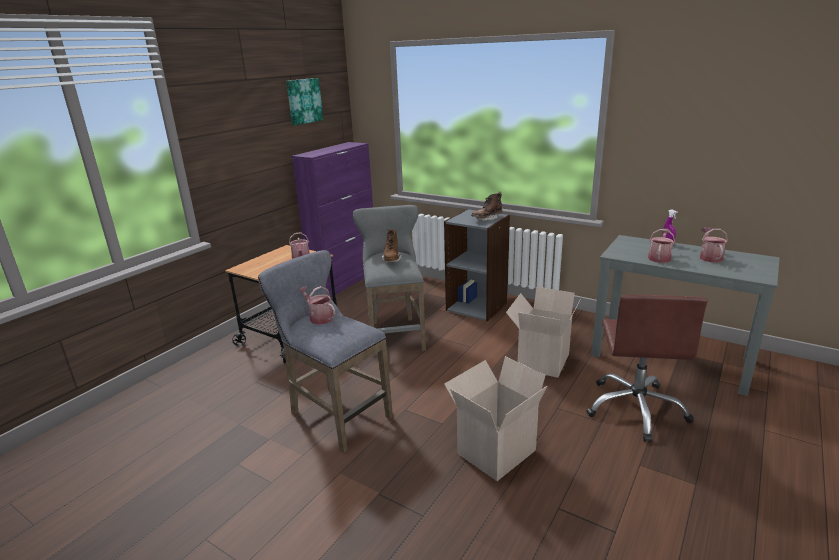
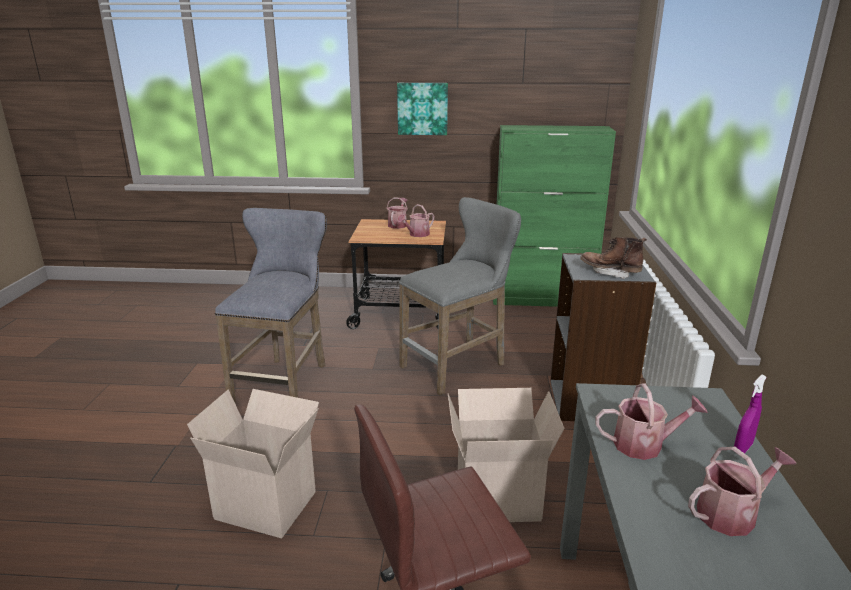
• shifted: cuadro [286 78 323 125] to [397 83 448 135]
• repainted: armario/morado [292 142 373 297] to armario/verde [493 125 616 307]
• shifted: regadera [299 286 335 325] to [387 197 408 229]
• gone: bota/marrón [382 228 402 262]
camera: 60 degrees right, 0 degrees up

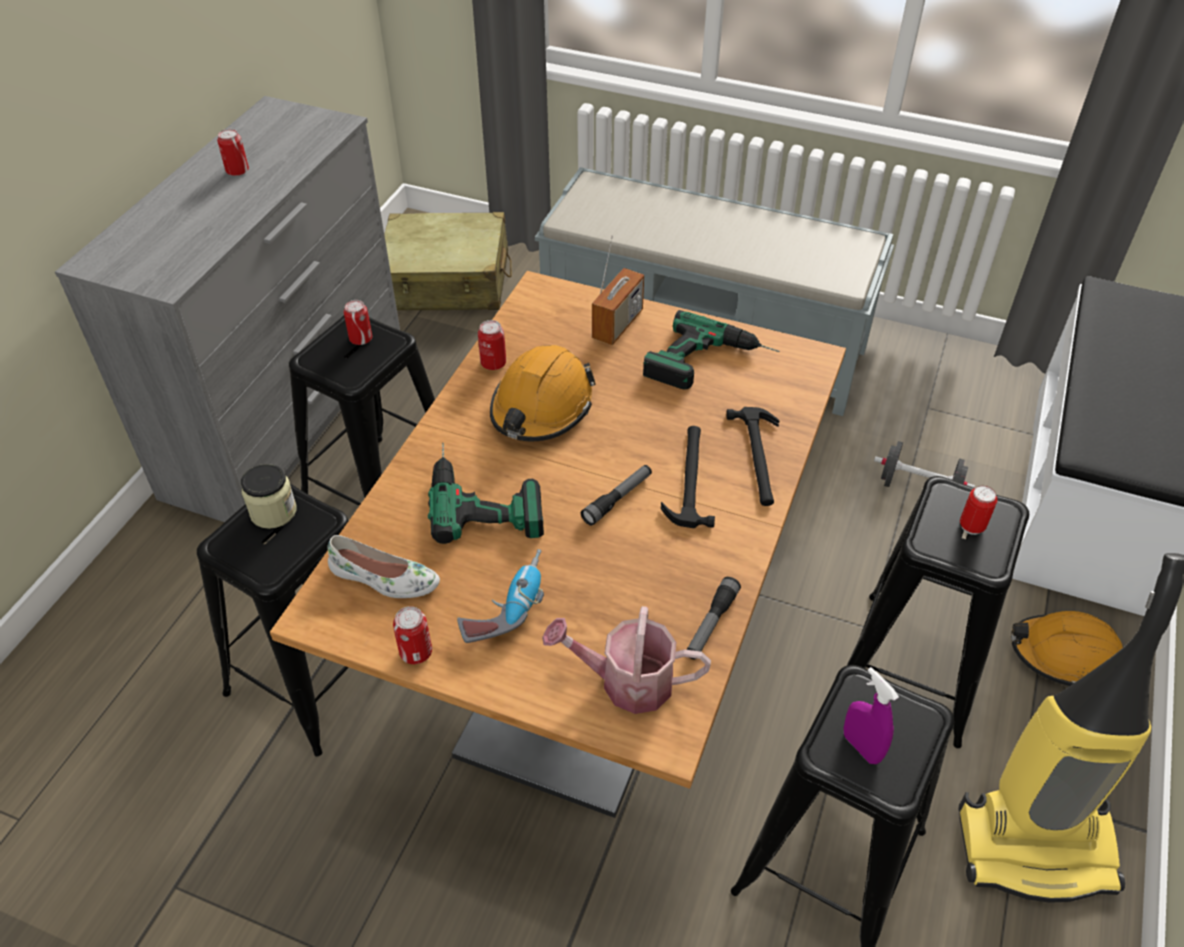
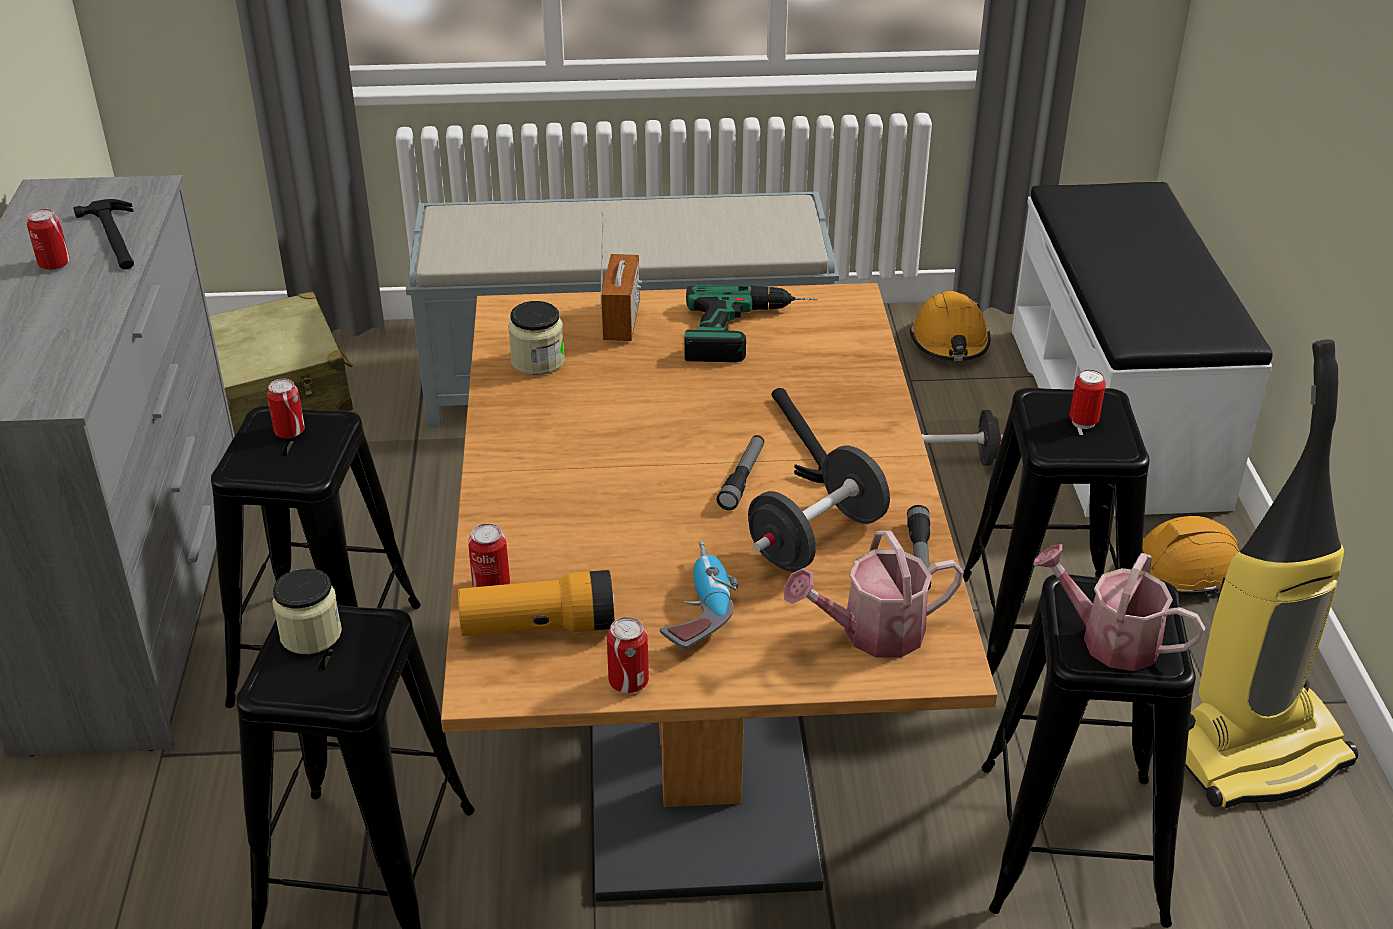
• swapped: zapato/blanco [328 535 440 598] to linterna [458 570 615 636]
• gone: taladro [428 443 544 544]
• shifted: lata [478 320 506 370] to [468 523 510 587]
• shifted: casco/naranja [490 345 596 441] to [910 291 990 361]
• shifted: martillo [726 407 779 506] to [73 199 134 269]
• swapped: pulverizador/morado [844 667 899 764] to regadera [1033 544 1205 671]
• new: tarro [508 301 565 375]
• new: mancuerna/negro [748 446 890 572]
camera: 25 degrees left, 10 degrees down

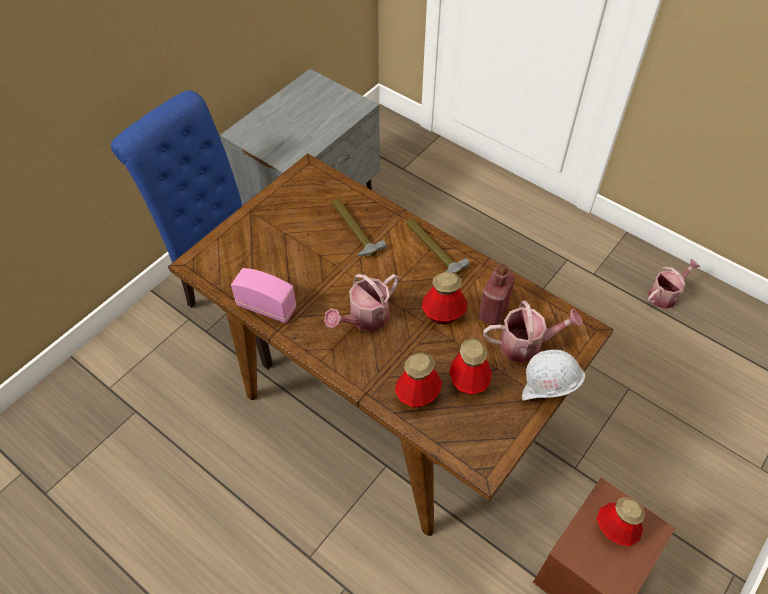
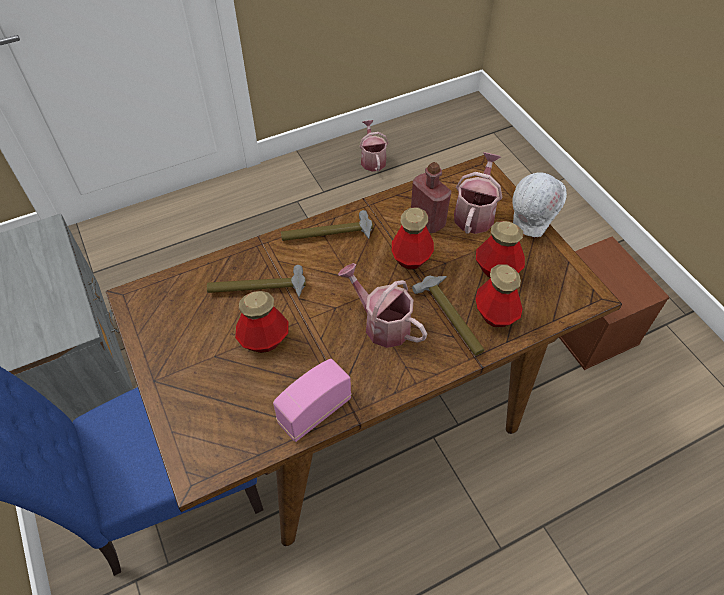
• rotated: regadera [324 274 399 332] = [338 263 427 348] 150 degrees clockwise
• shifted: botella [597 497 645 546] to [235 291 289 353]
• new: martillo [412 276 484 356]
camera: 65 degrees left, 0 degrees up

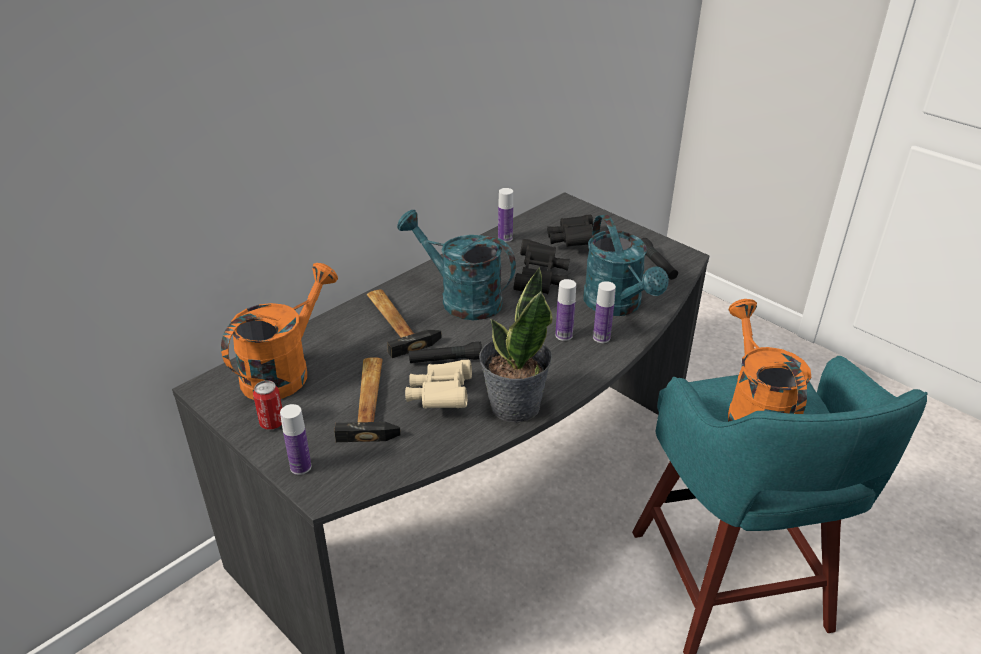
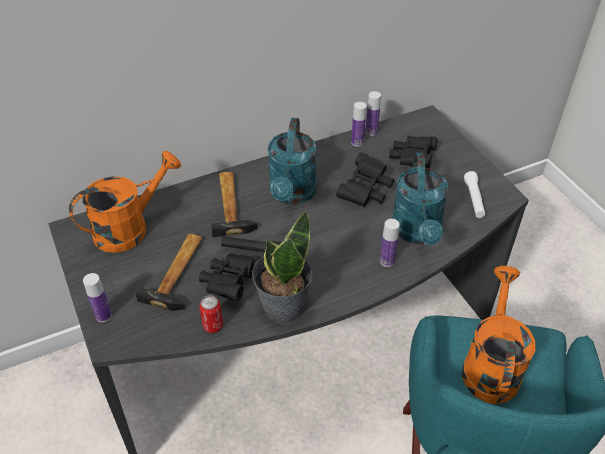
• shifted: lata [253 380 282 429] to [199 295 223 333]
• rotated: regadera/turquesa [397 210 516 320] = [267 118 317 205] 135 degrees counterclockwise
• repainted: prismáticos/beis [405 360 472 409] to prismáticos/negro [199 254 261 301]
• shifted: botella [555 279 576 341] to [365 91 381 136]
• repainted: linterna/negro [641 238 678 280] to linterna/blanco [464 171 486 218]
camera: 20 degrees right, 10 degrees up

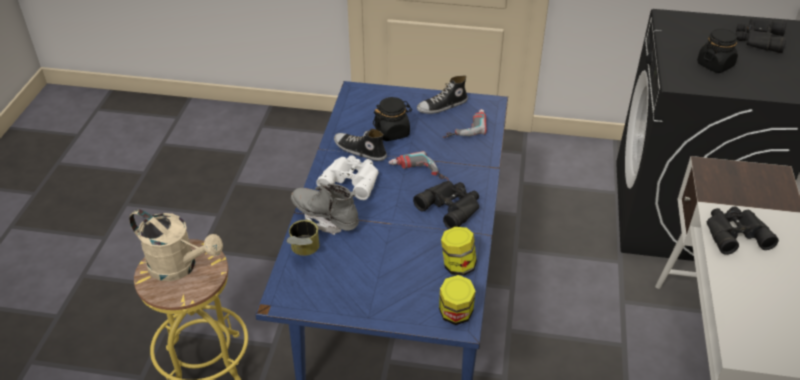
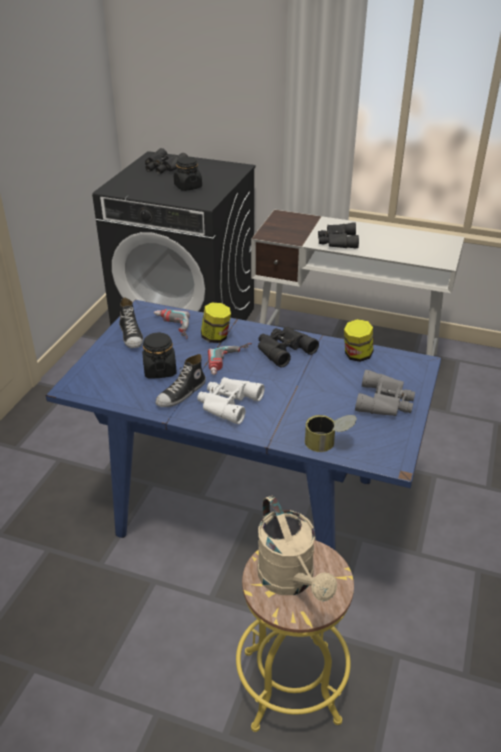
• rotated: regadera/beis [129 209 223 281] = [257 495 337 601] 120 degrees clockwise
• gone: bota/gris [291 183 359 235]
• shifted: tarro [439 275 475 325] to [201 303 231 343]
• new: prismáticos/gris [355 370 415 416]
camera: 80 degrees left, 5 degrees down

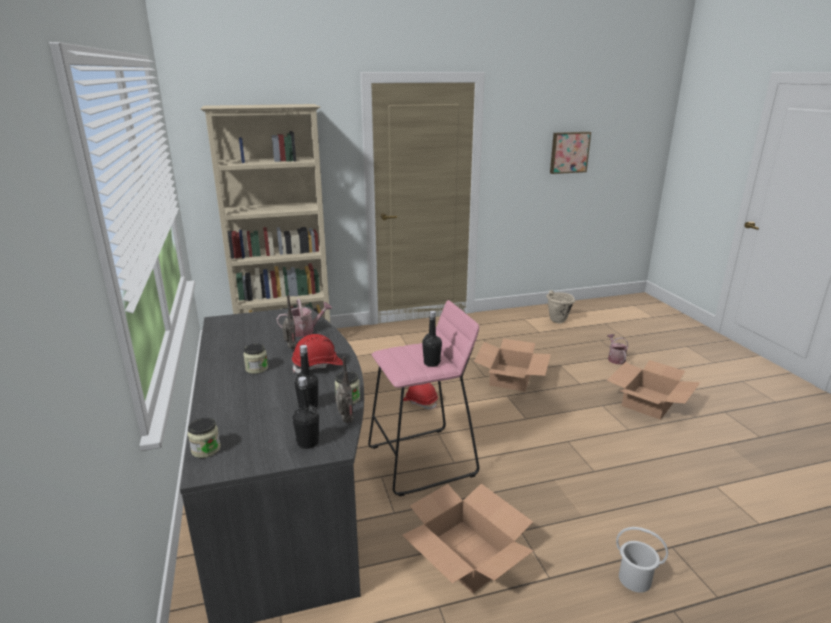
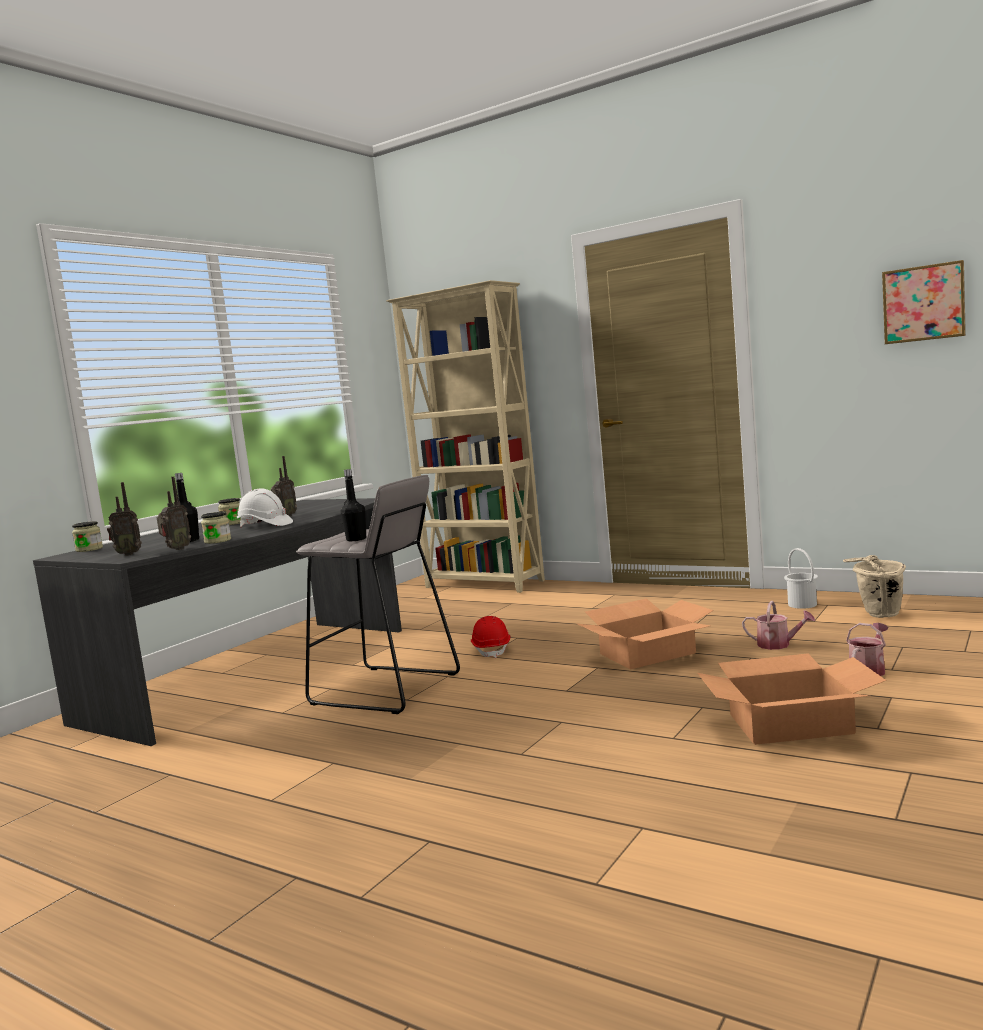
• shifted: regadera [277 298 332 337] to [742 601 815 650]
• repainted: casco/rojo [292 334 343 373] to casco/blanco [237 488 293 527]
• swapped: botella/negro [293 377 319 449] to radio [107 482 142 556]
• repainted: taburete/rosa [368 300 479 496] to taburete/gris [296 475 460 714]
• gone: caja de cartón [402 484 534 593]
• shifted: cubo/blanco [616 527 668 593] to [784 548 818 609]
camera: 50 degrees right, 15 degrees down

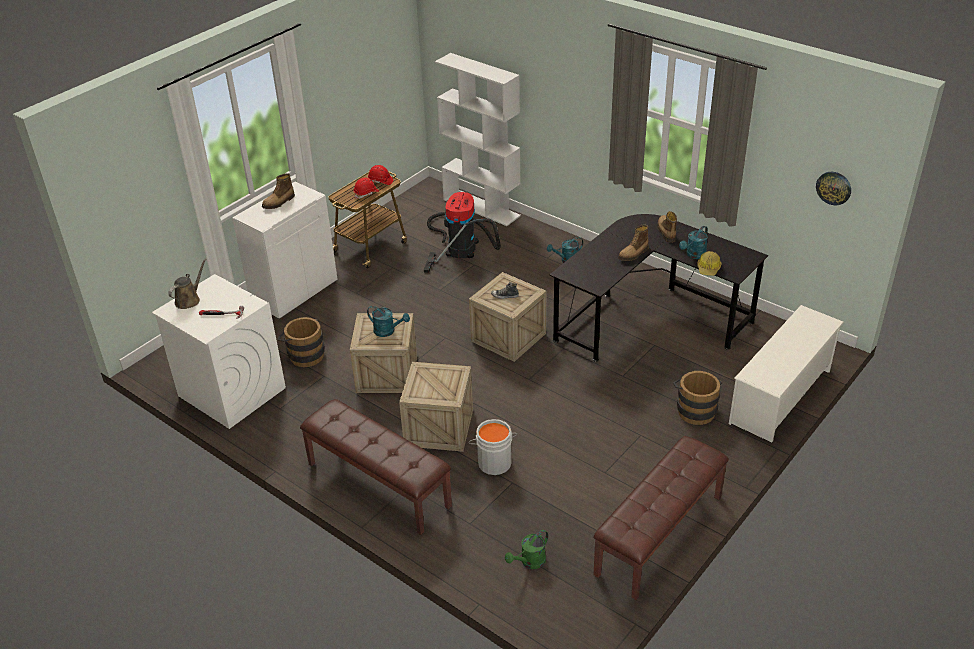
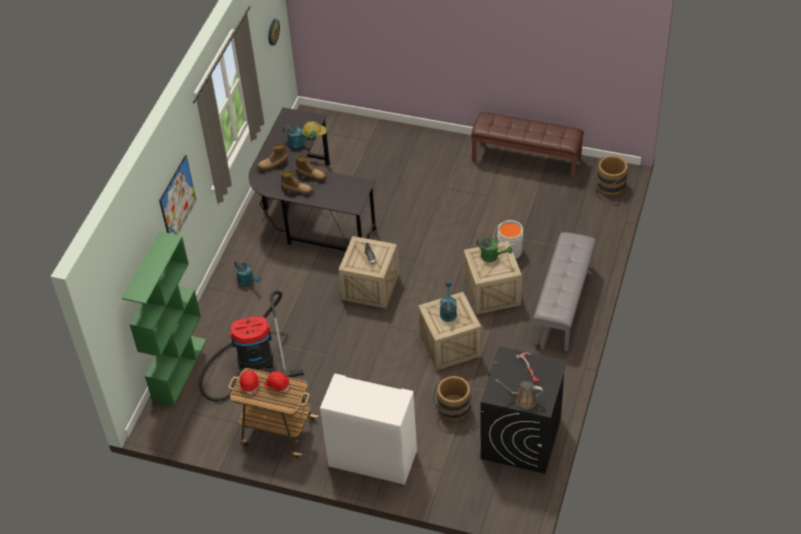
• repainted: lavadora/blanco [152 274 286 429] to lavadora/negro [481 346 567 474]
• shifted: bota [262 173 295 209] to [280 171 313 195]
• repainted: banco/marrón [300 399 452 535] to banco/gris [534 232 596 351]
• repainted: estantería/blanco [435 53 521 226] to estantería/verde [122 231 206 406]
• shifted: regadera/verde [505 530 548 569] to [477 237 512 262]
• shifted: cubo/marrón [673 371 722 425] to [592 156 628 195]
• gone: zapatero/blanco [729 305 844 442]
• new: cuadro [159 155 196 235]
camera: 110 degrees left, 10 degrees up

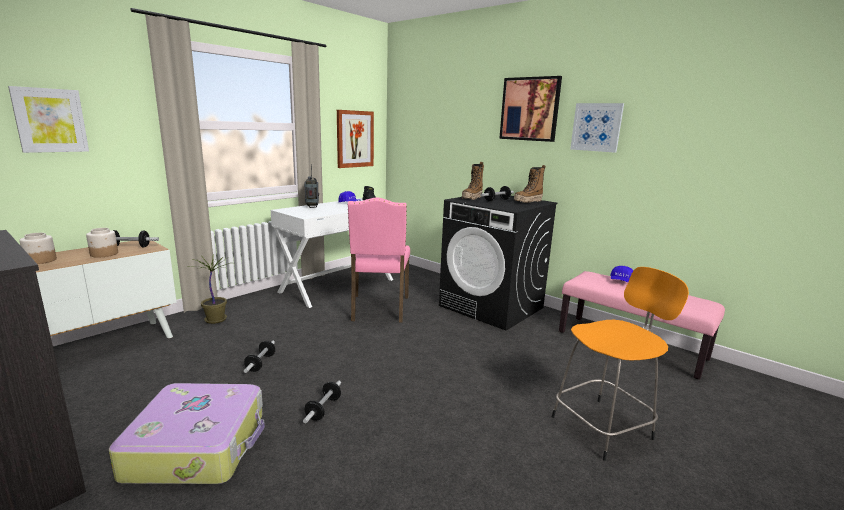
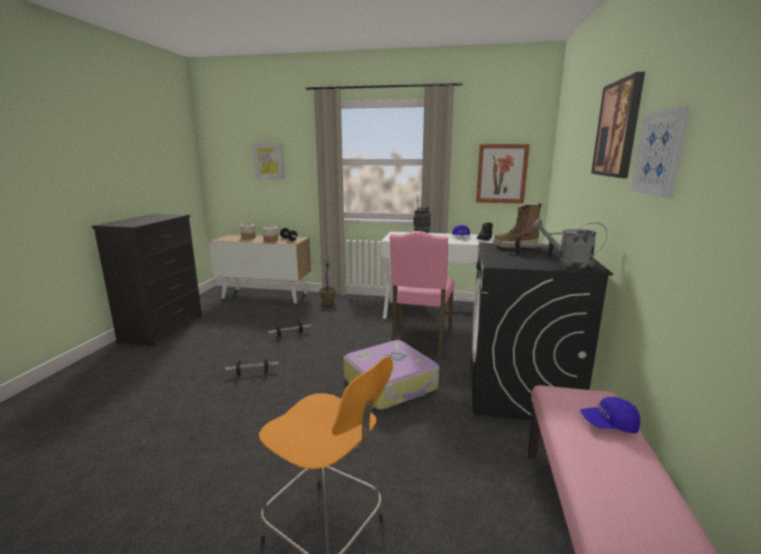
• shifted: maleta [109 383 265 484] to [343 340 439 410]
• rotated: silla/rosa [347 197 410 322] = [390 231 455 356] 45 degrees counterclockwise
• swapped: bota [514 165 546 203] to regadera/gris [531 218 607 268]
camera: 60 degrees right, 0 degrees up

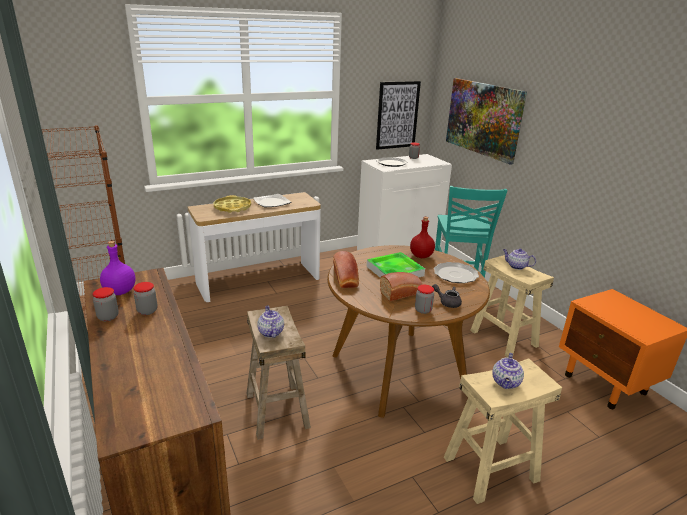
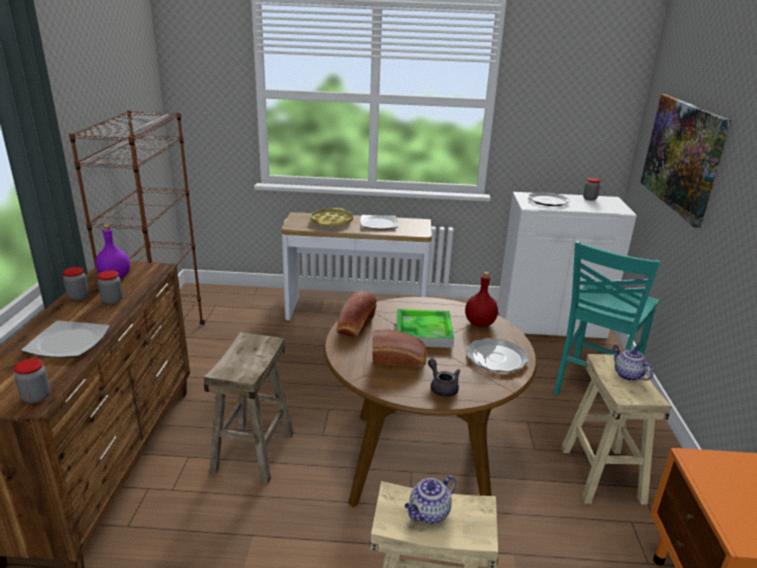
• gone: tetera [257 306 284 338]
• gone: cuadro [376 81 421 150]
• shifted: tarro [415 285 434 314] to [14 358 50 403]
• new: plato [21 321 110 358]
camera: 30 degrees right, 0 degrees up

